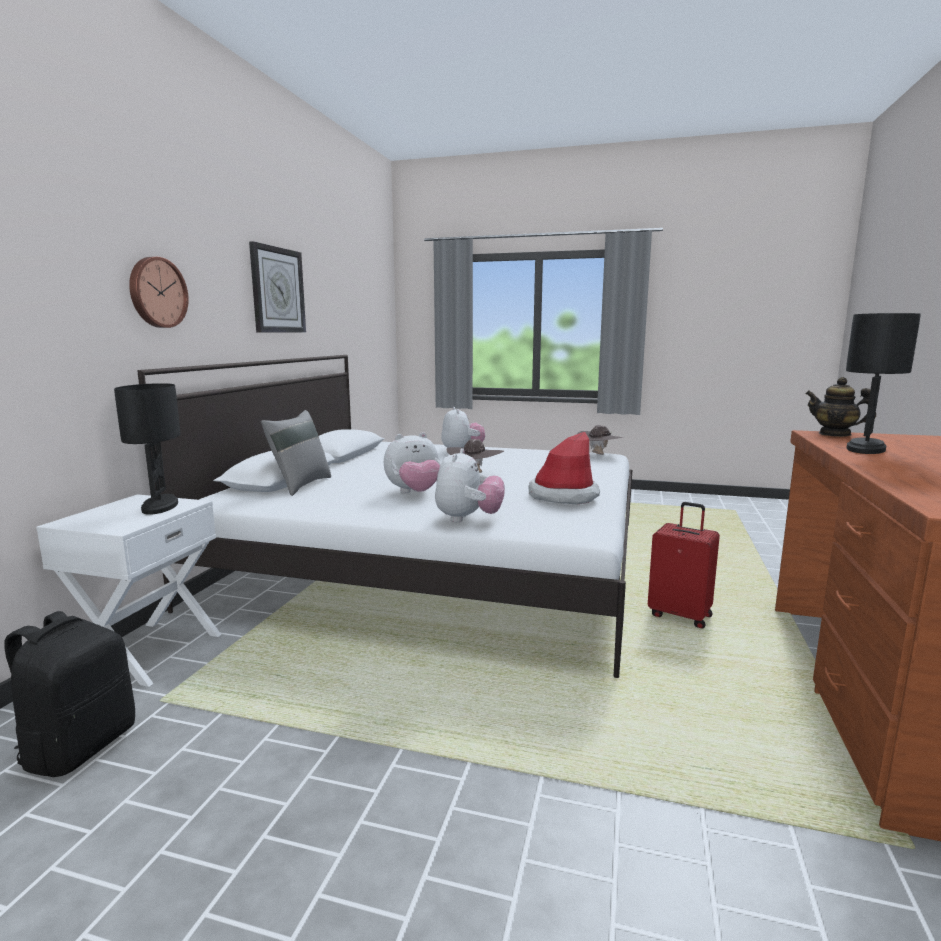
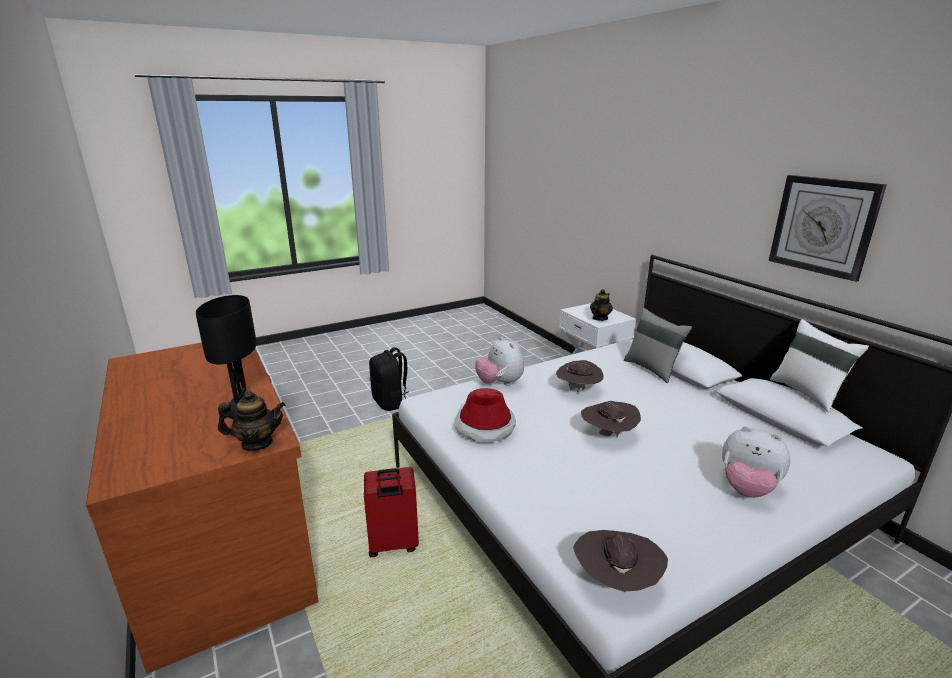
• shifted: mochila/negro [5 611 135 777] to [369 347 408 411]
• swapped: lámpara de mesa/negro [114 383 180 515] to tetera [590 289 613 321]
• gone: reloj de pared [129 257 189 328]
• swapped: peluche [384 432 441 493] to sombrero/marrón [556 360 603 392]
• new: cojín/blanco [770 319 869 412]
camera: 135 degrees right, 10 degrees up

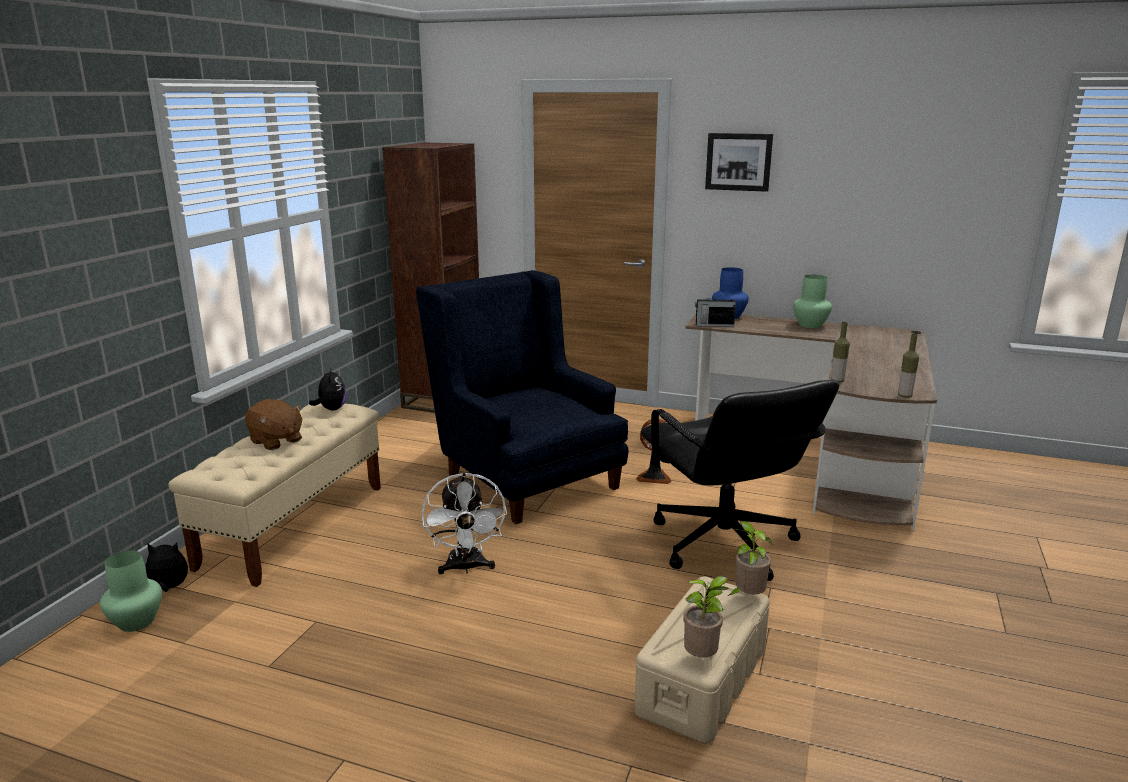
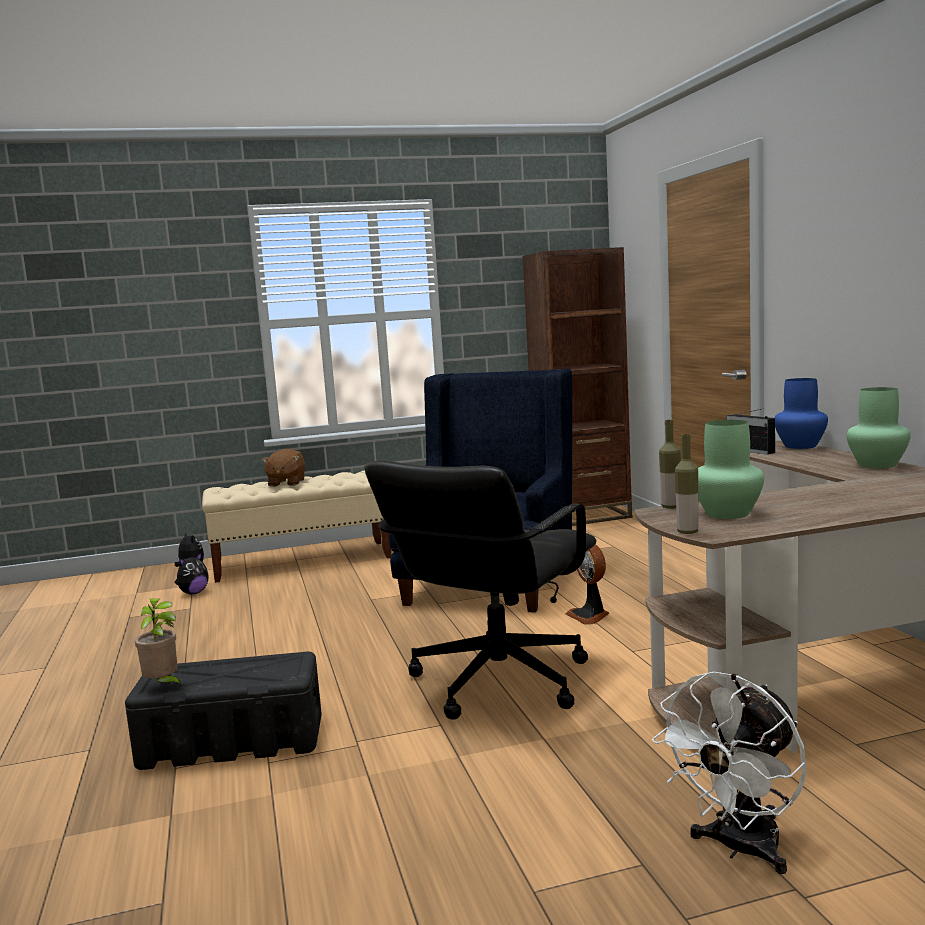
• shifted: florero/verde [100 550 162 632] to [698 420 764 519]
• shifted: peluche [309 368 347 410] to [175 552 209 594]
• shifted: ventilador/blanco [422 472 507 574] to [652 672 807 874]
• repainted: caja de almacenaje/beis [634 577 770 744] to caja de almacenaje/negro [125 652 322 770]
• gone: cuadro [705 133 773 192]
• gone: planta en maceta [728 521 772 596]
camera: 55 degrees right, 10 degrees down

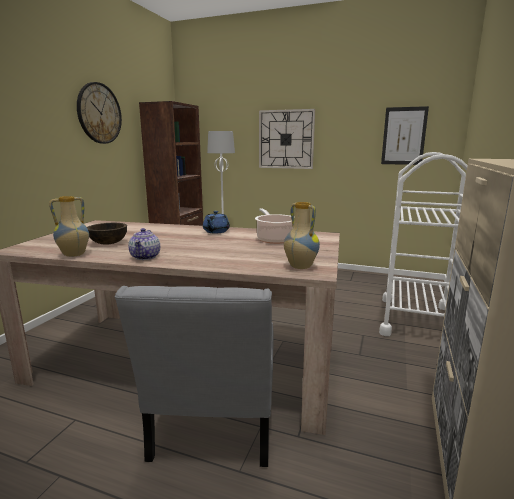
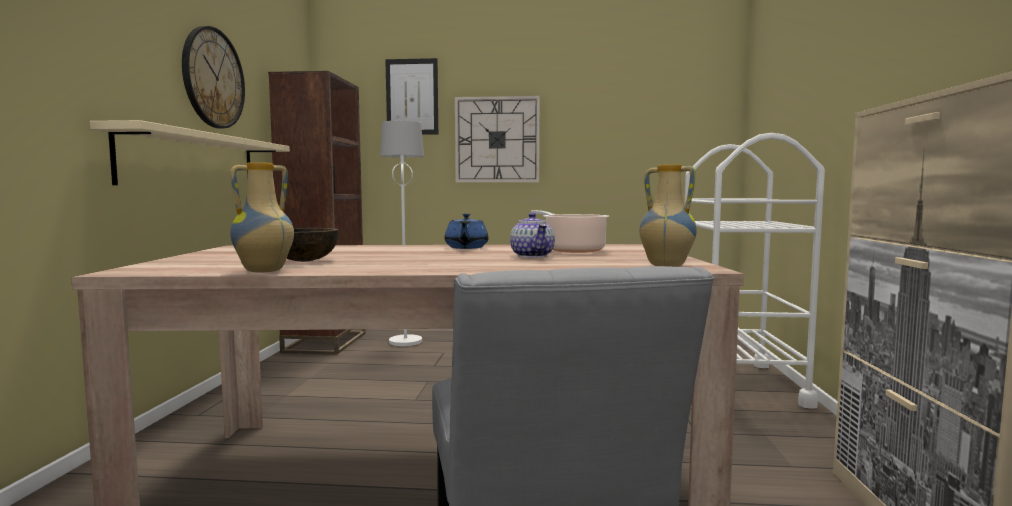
• shifted: tetera [128 228 160 260] to [510 213 555 258]
• shifted: cuadro [381 106 429 165] to [385 58 438 135]
• new: estante/beis [90 120 290 185]
camera: 15 degrees left, 10 degrees down

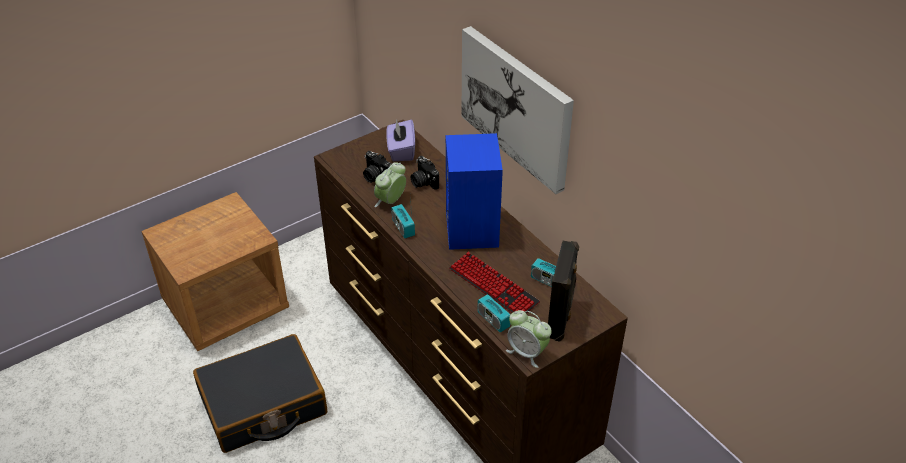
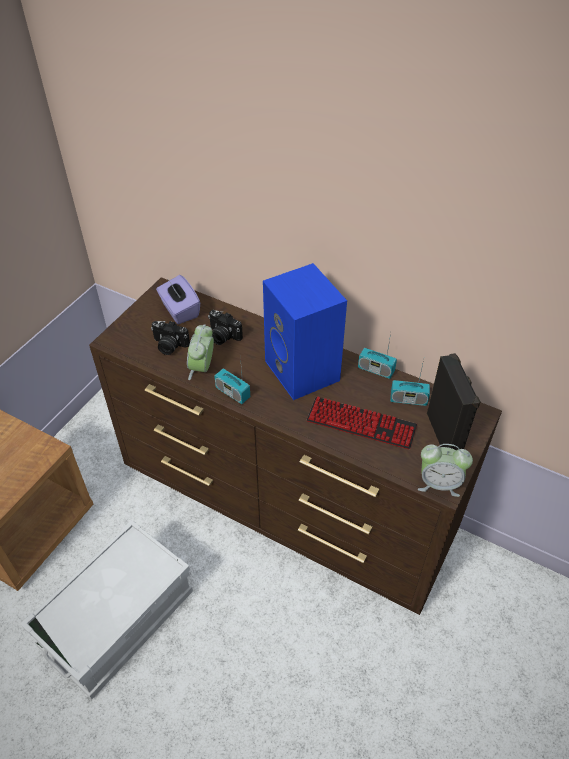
• swapped: maleta/negro [193 334 327 453] to caja de almacenaje/blanco [20 520 193 699]
• gone: cuadro [461 26 574 194]
• shifted: radio [478 283 510 333] to [358 333 397 379]
camera: 25 degrees left, 5 degrees up

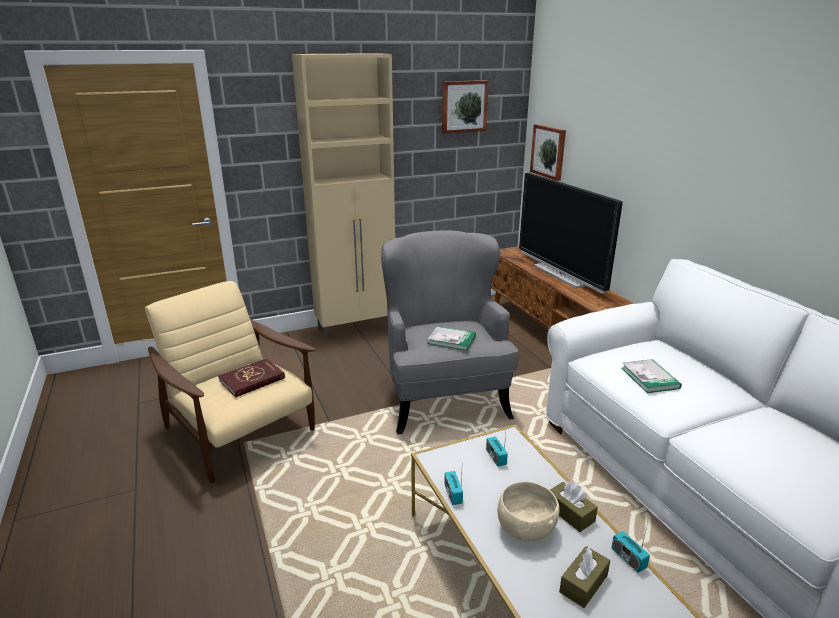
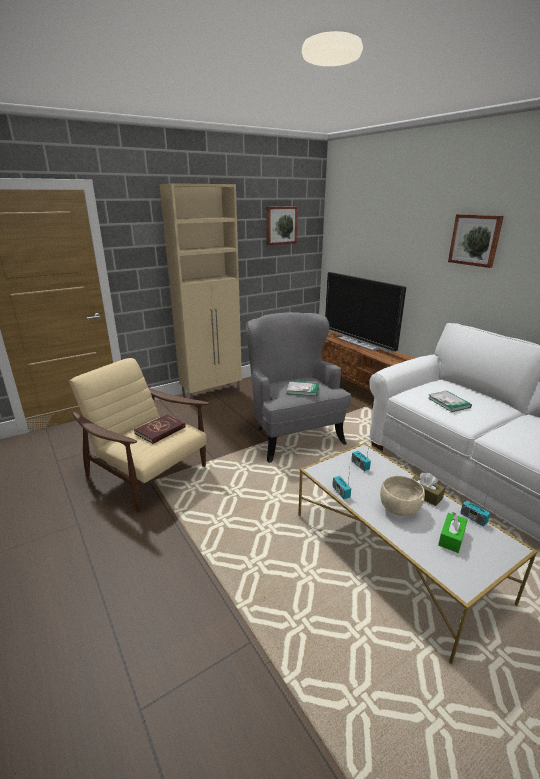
• shifted: cuadro [530 124 566 181] to [448 214 504 268]
• repainted: caja de pañuelos/marrón [559 546 610 608] to caja de pañuelos/verde [438 512 468 553]
camera: 10 degrees left, 0 degrees up

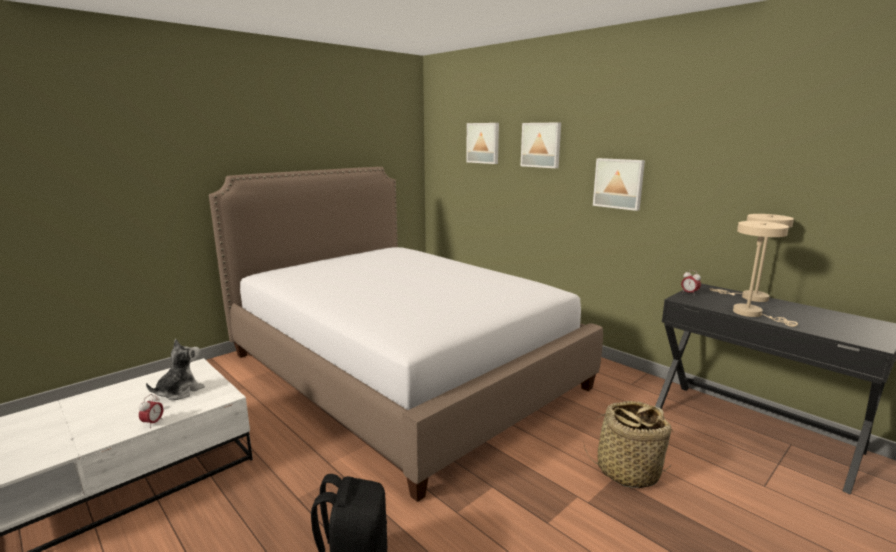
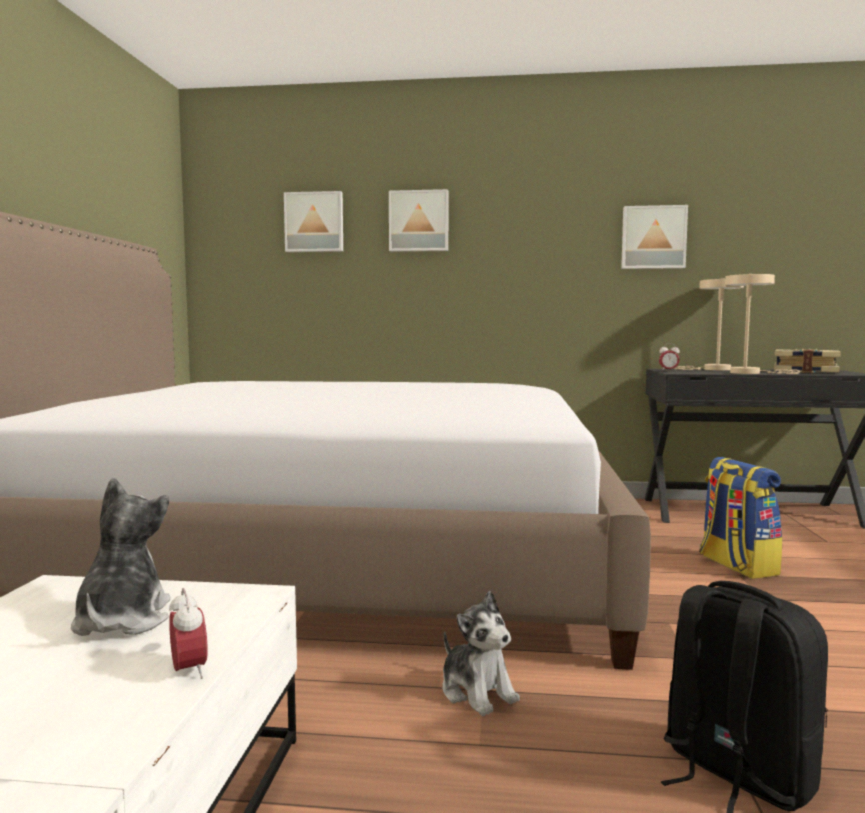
• swapped: cesta [583 401 673 488] to mochila [699 457 782 579]
• shifted: cuadro [593 158 645 211] to [621 205 688 269]
• new: peluche [442 591 520 716]
• new: libro [774 349 841 373]
camera: 40 degrees left, 10 degrees down

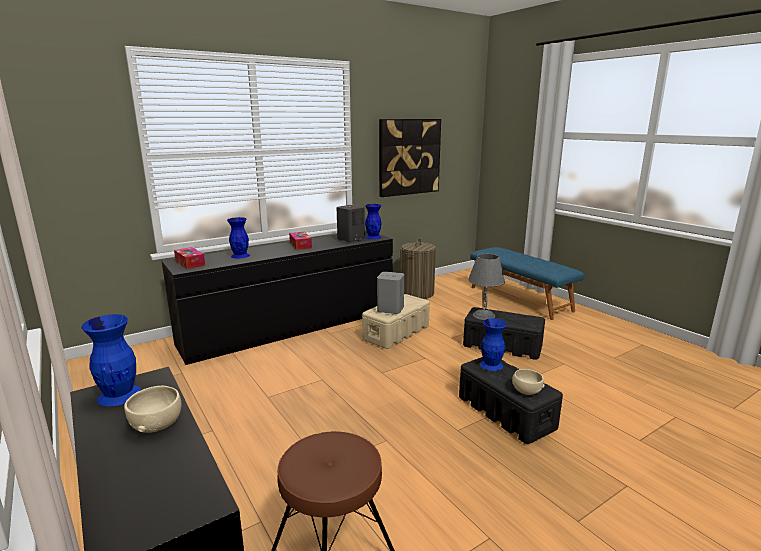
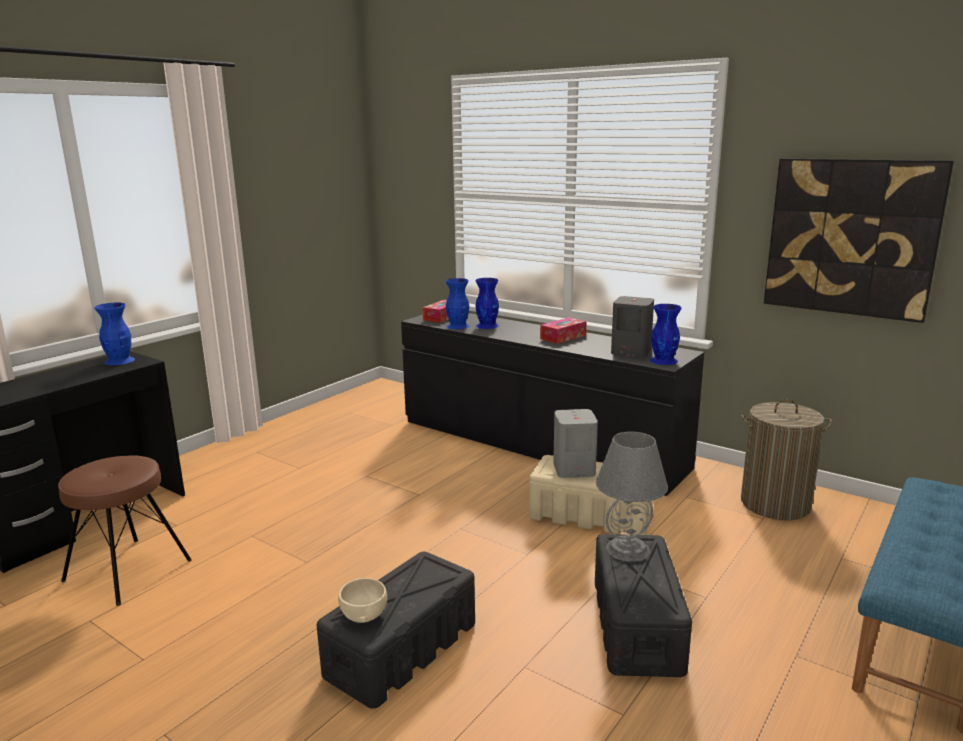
• gone: cuenco/beis [124 386 181 433]
• shifted: florero/azul [480 318 507 371] to [445 278 470 329]
camera: 70 degrees right, 0 degrees up

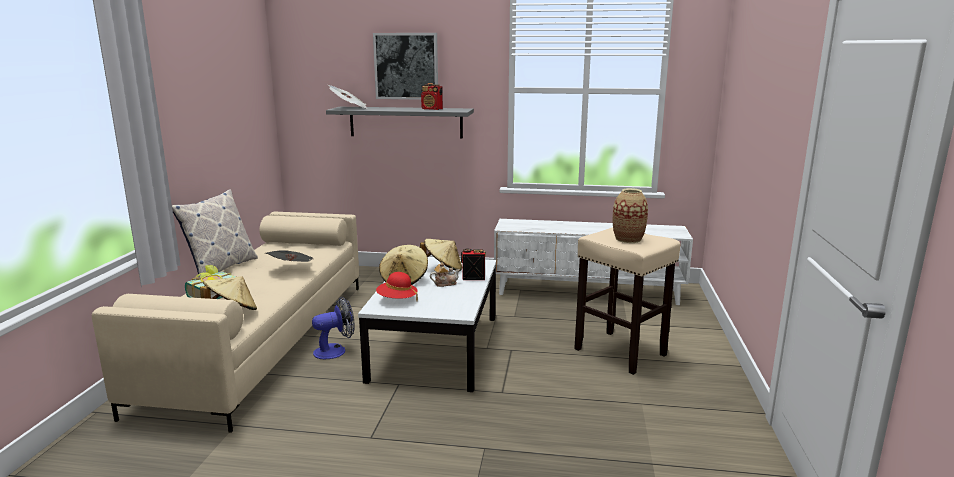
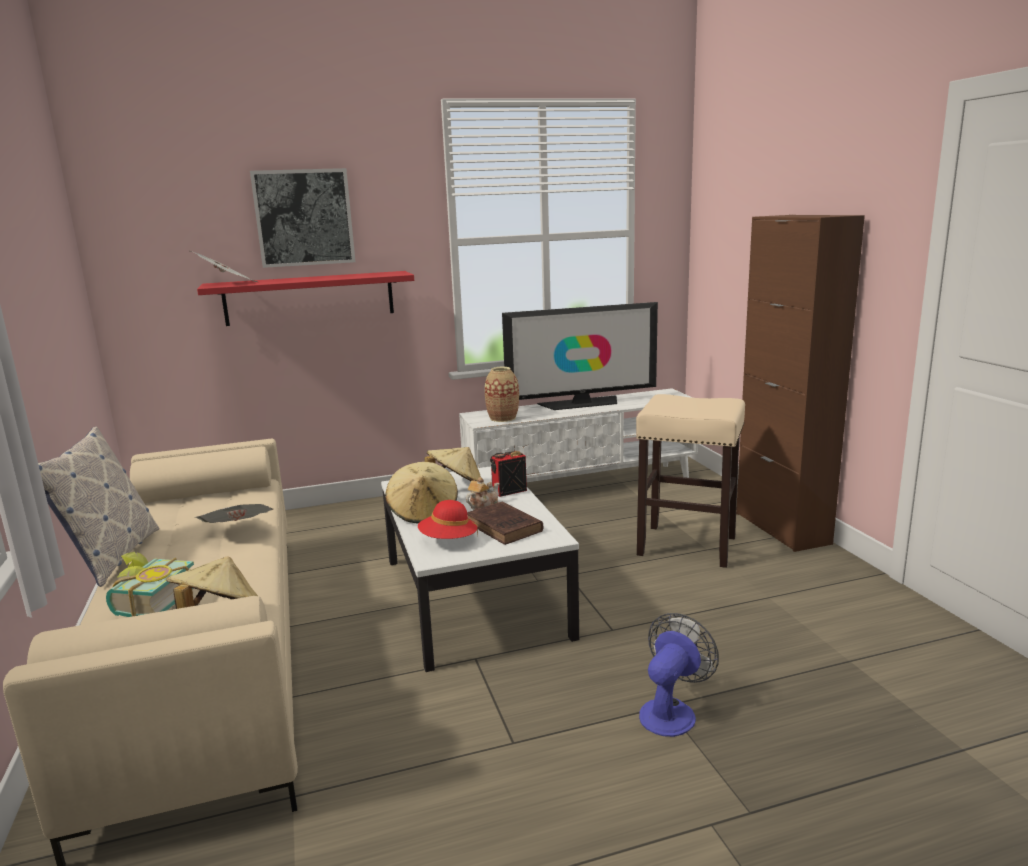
• shifted: ventilador [312 297 354 359] to [639 613 719 737]
• repainted: estante/gris [326 107 474 139] to estante/rojo [197 271 414 326]
• gone: radio [421 83 443 110]
• shifted: florero [613 188 648 243] to [485 367 519 422]
• new: libro/marrón [467 501 543 545]
• new: televisor [502 302 658 410]
• new: armario/marrón [736 215 865 552]
camera: 25 degrees left, 0 degrees up

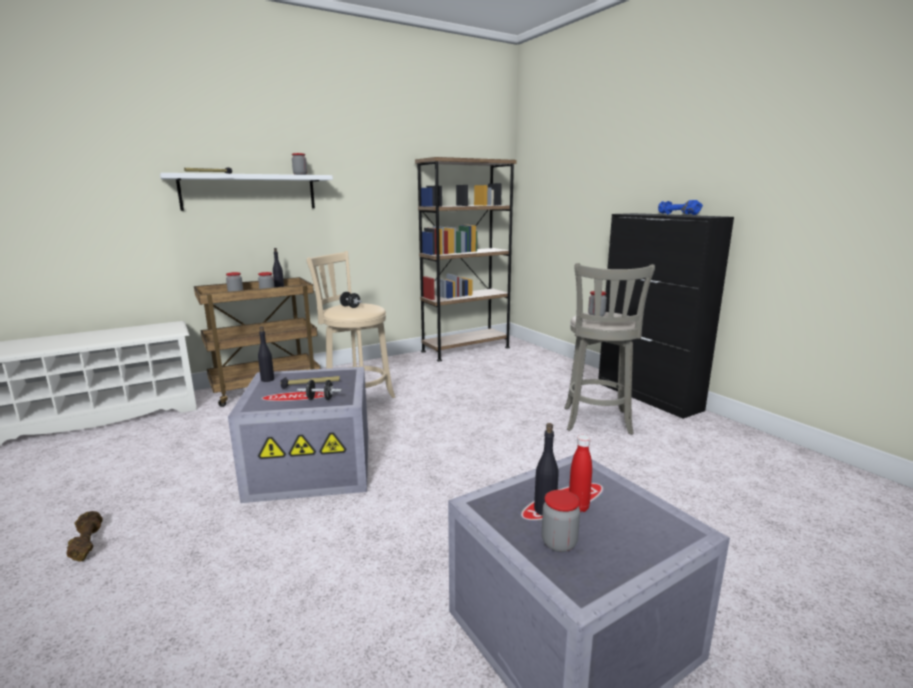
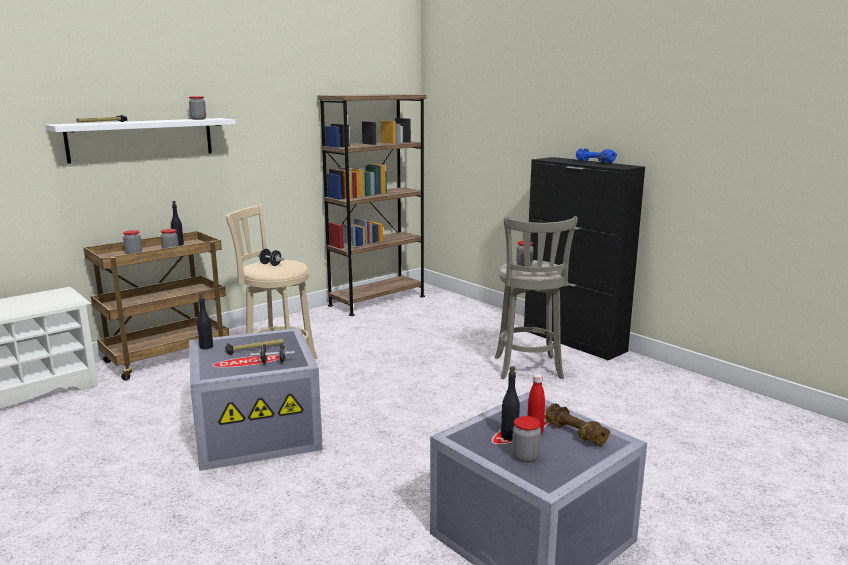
• shifted: mancuerna/marrón [66 511 103 561] to [546 403 610 446]
camera: 10 degrees left, 0 degrees up

